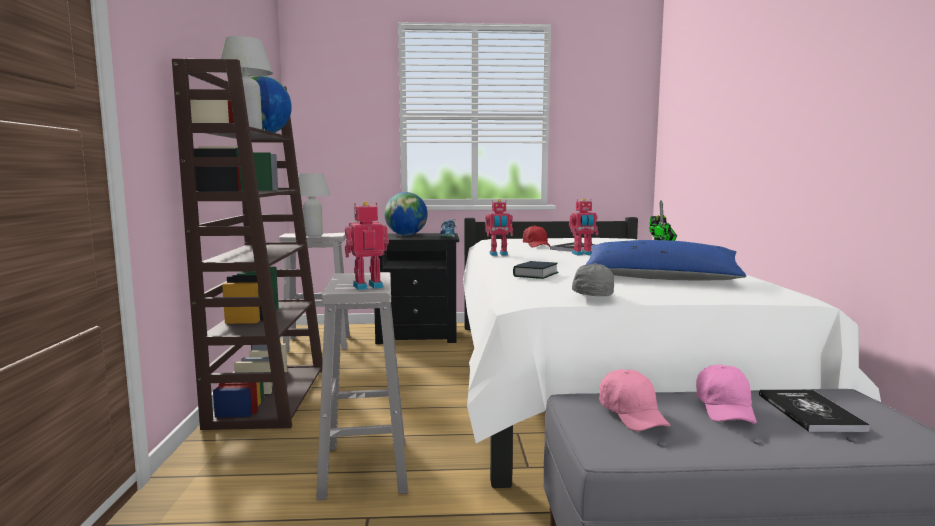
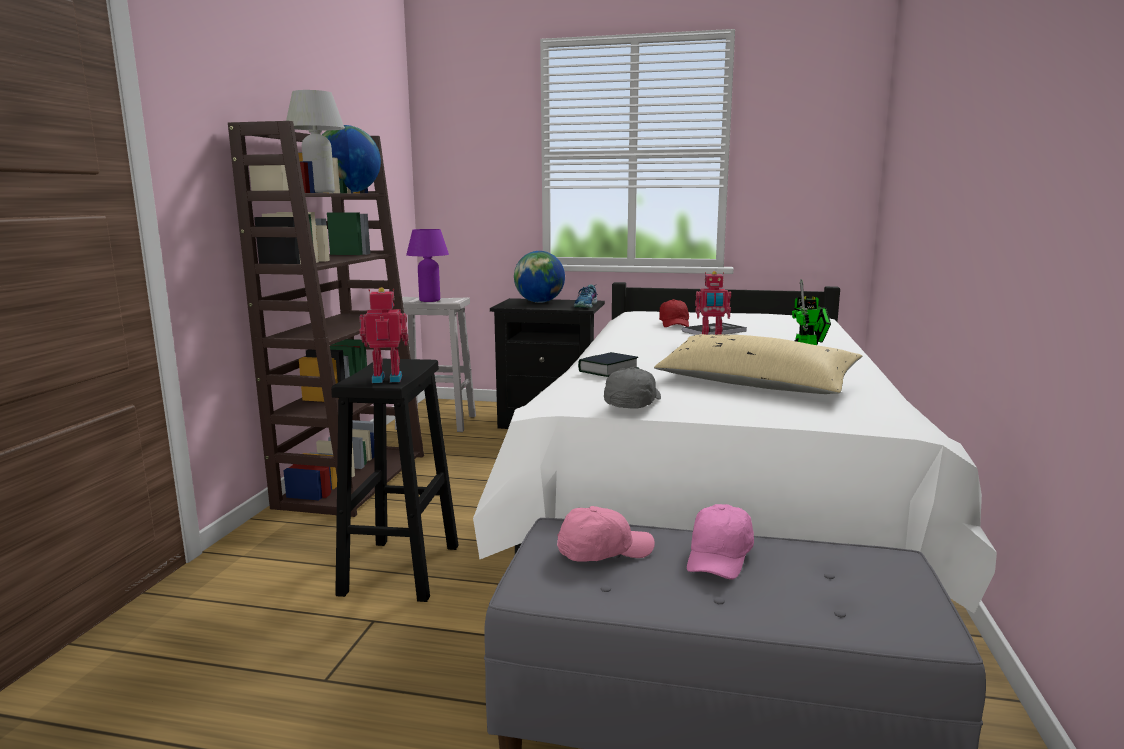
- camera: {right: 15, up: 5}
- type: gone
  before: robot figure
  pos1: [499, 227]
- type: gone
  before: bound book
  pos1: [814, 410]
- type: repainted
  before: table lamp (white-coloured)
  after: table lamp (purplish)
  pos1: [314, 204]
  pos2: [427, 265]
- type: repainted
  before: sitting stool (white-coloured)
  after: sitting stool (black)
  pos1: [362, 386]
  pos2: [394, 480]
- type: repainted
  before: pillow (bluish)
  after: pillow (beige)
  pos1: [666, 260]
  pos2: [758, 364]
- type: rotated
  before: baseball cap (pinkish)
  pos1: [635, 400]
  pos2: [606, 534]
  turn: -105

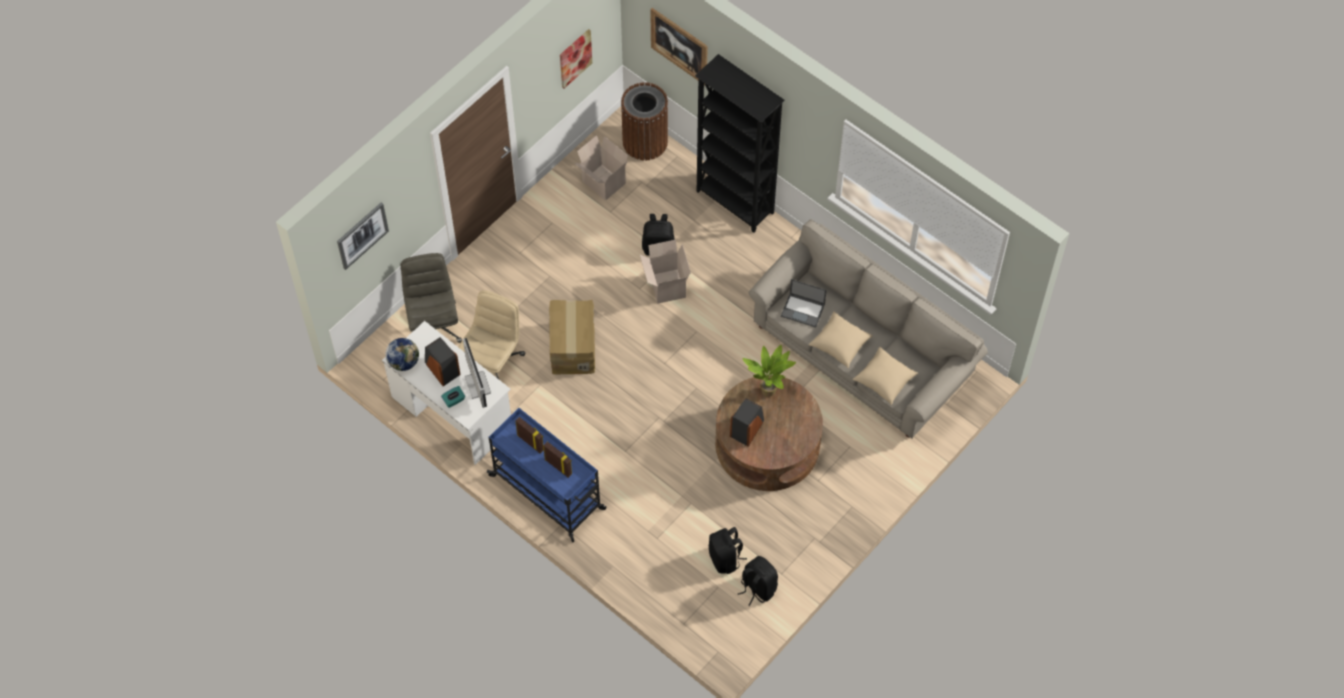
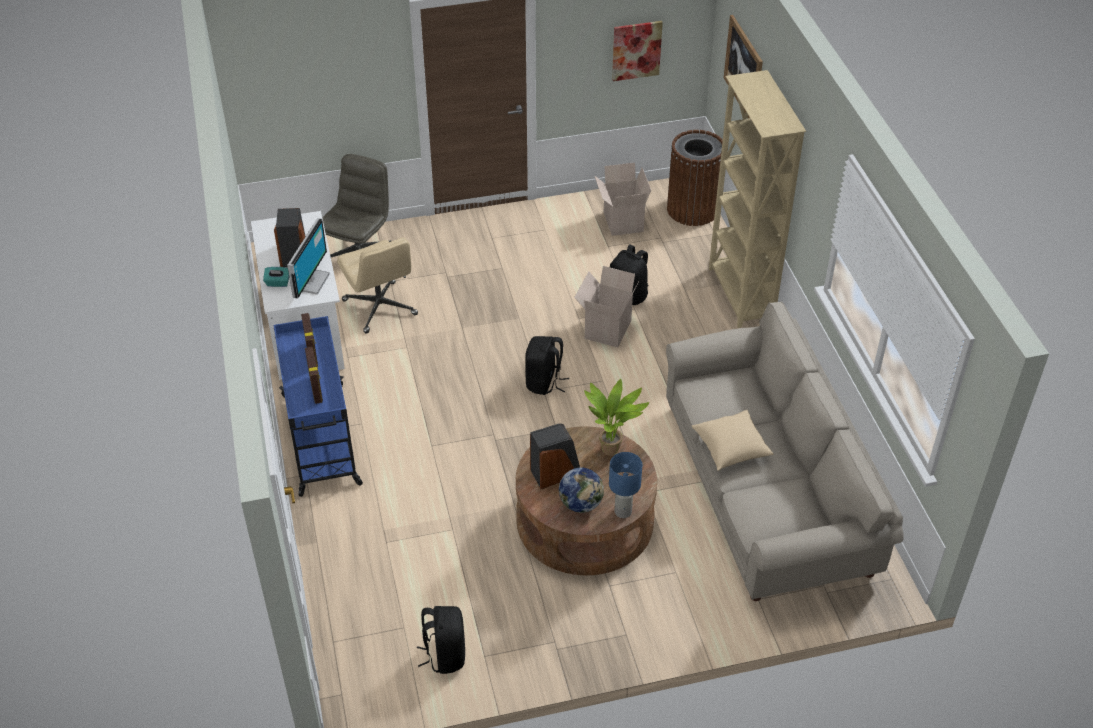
- camera: {right: 35, up: -15}
- type: gone
  before: wall art
  pos1: [363, 236]
- type: gone
  before: carton
  pos1: [572, 337]
- type: gone
  before: notebook computer
  pos1: [804, 303]
- type: gone
  before: pillow (beige)
  pos1: [885, 376]
- type: new
  after: table lamp (bluish)
  pos2: [625, 485]
- type: shifted
  before: world globe
  pos1: [402, 354]
  pos2: [581, 490]
- type: shifted
  before: knapsack (black)
  pos1: [728, 550]
  pos2: [547, 365]
- type: repainted
  before: shelving unit (black)
  after: shelving unit (beige)
  pos1: [740, 143]
  pos2: [757, 199]
- type: rotated
  before: computer chair (beige)
  pos1: [491, 334]
  pos2: [377, 285]
  turn: 90

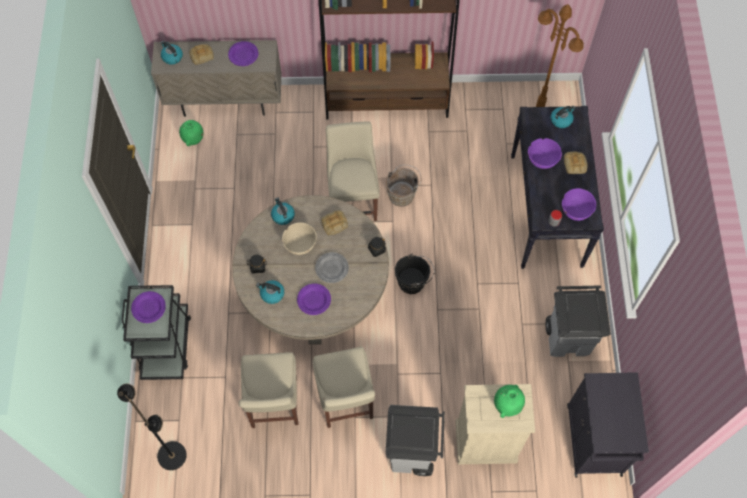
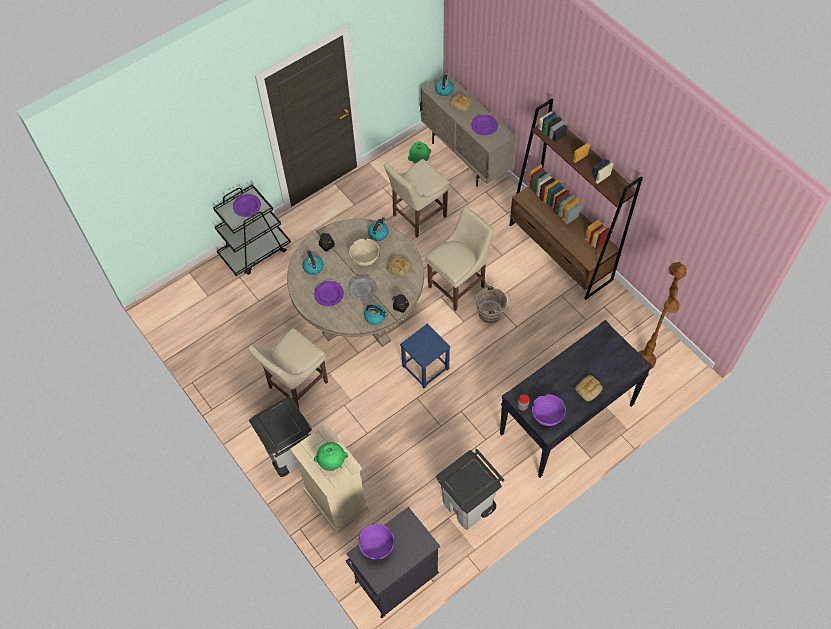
- camera: {right: 55, up: -5}
- type: gone
  before: standing lamp (black)
  pos1: [152, 426]
- type: shifted
  before: plain chair (beige)
  pos1: [269, 390]
  pos2: [417, 198]
- type: shifted
  before: bowl (purplish)
  pos1: [545, 153]
  pos2: [376, 541]
- type: shifted
  before: tea kettle
  pos1: [563, 117]
  pos2: [376, 315]
- type: swapped
  before: water bucket (black)
  after: sitting stool (bluish)
  pos1: [415, 274]
  pos2: [425, 356]

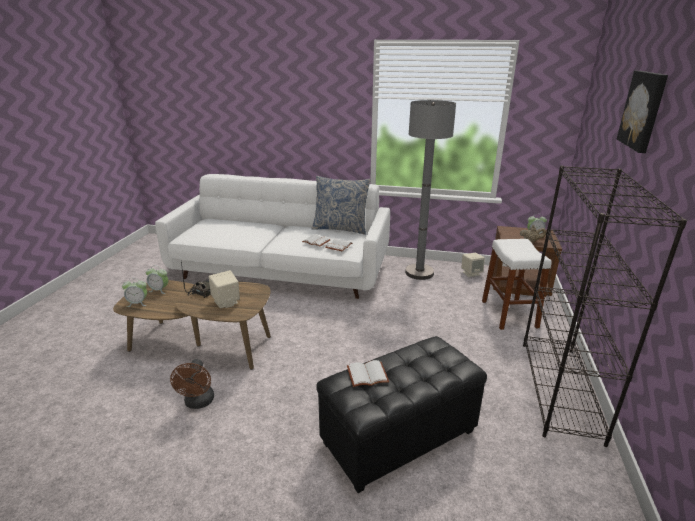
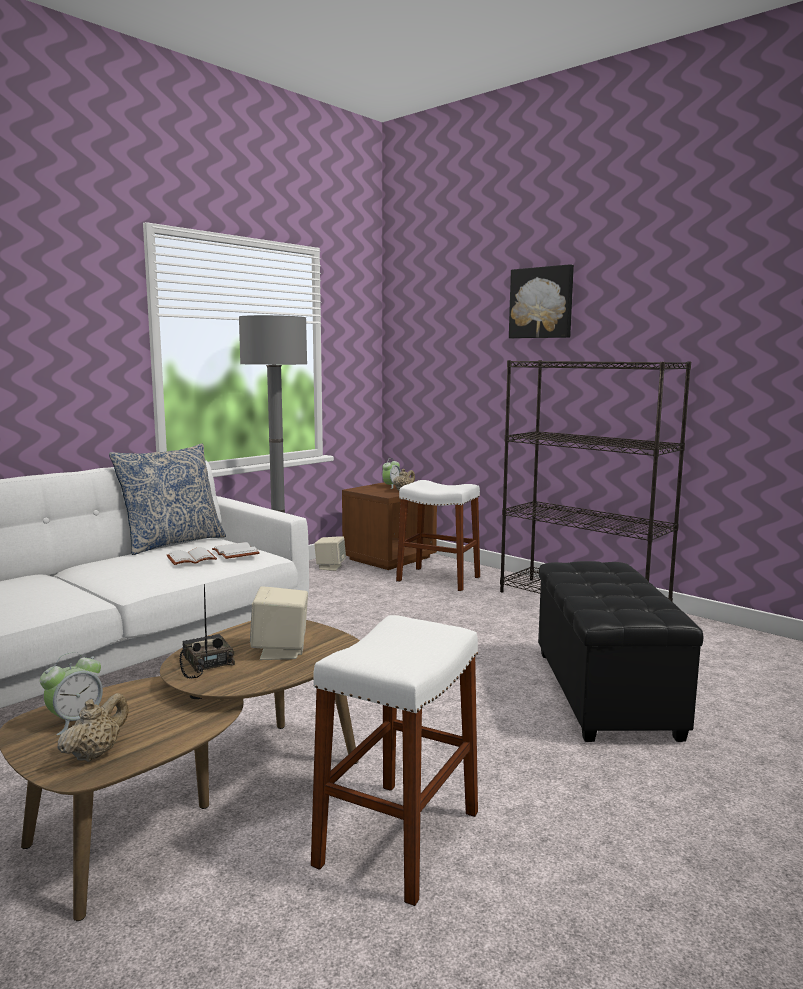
- camera: {right: -60, up: -15}
- type: gone
  before: bound book (white-coloured)
  pos1: [368, 373]
- type: swapped
  before: alarm clock
  after: pot for tea (beige)
  pos1: [134, 292]
  pos2: [93, 727]
- type: swapped
  before: fan (brown)
  after: sitting stool (white-coloured)
  pos1: [192, 384]
  pos2: [394, 760]

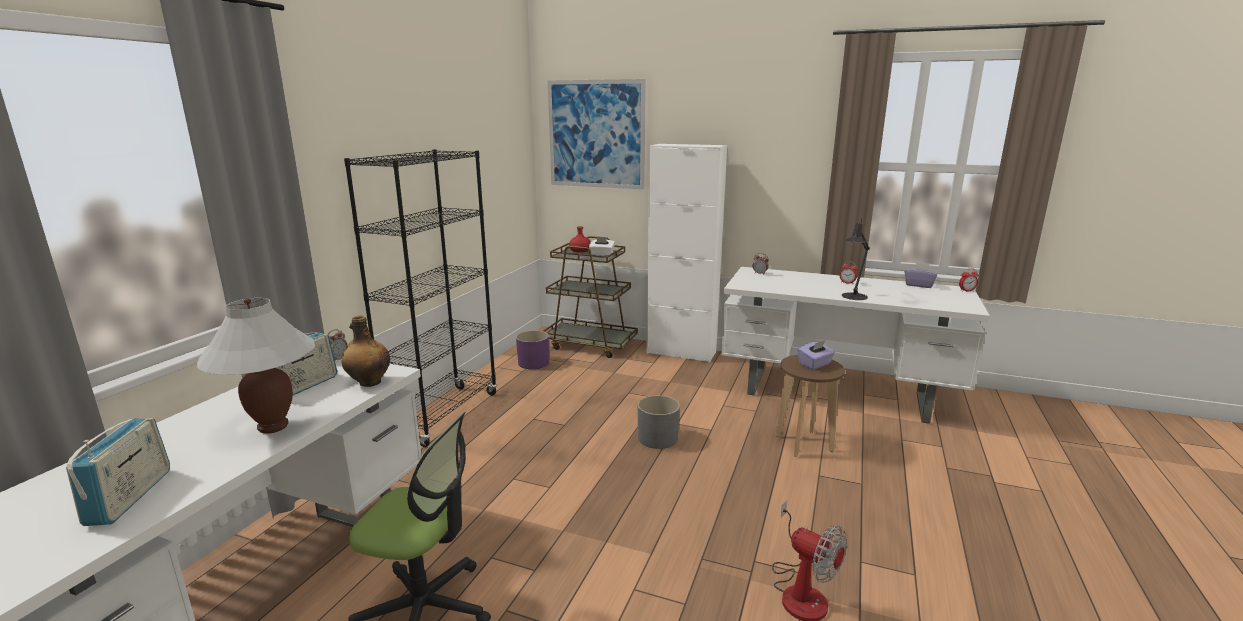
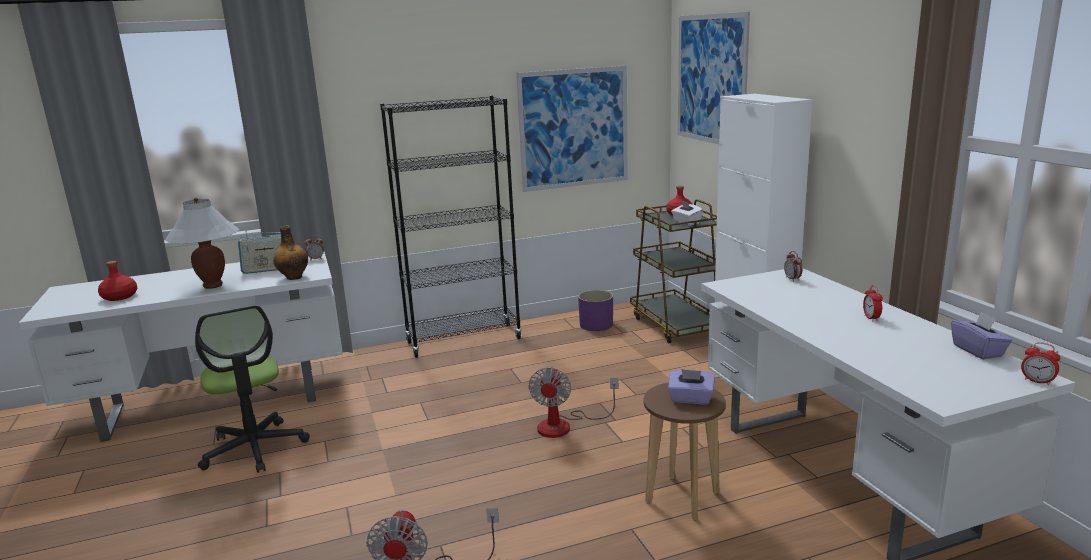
- camera: {right: 50, up: 0}
- type: gone
  before: table lamp (black)
  pos1: [856, 259]
- type: new
  after: wall art
  pos2: [572, 129]
- type: swapped
  before: radio
  after: beverage bottle (reddish)
  pos1: [118, 472]
  pos2: [117, 281]
- type: swapped
  before: plant pot (grey)
  after: fan
  pos1: [659, 422]
  pos2: [573, 402]

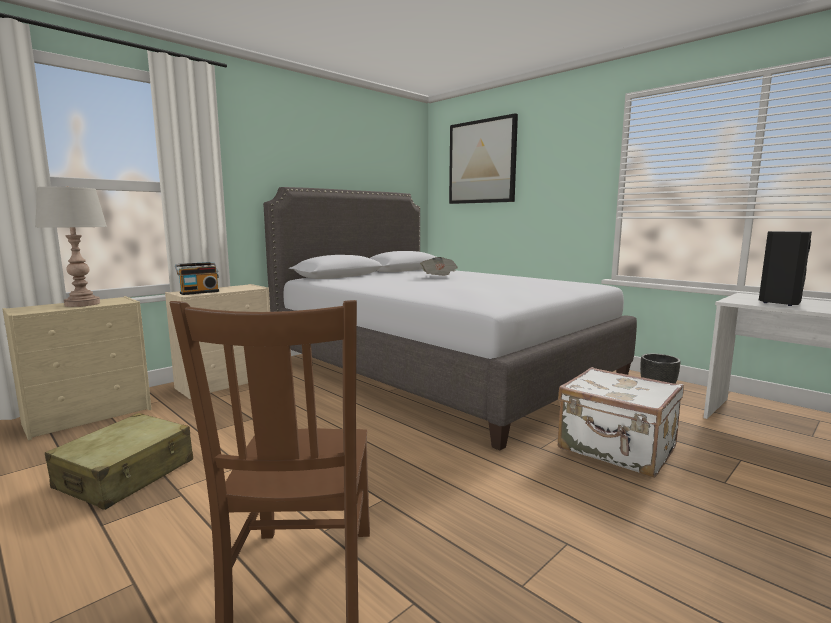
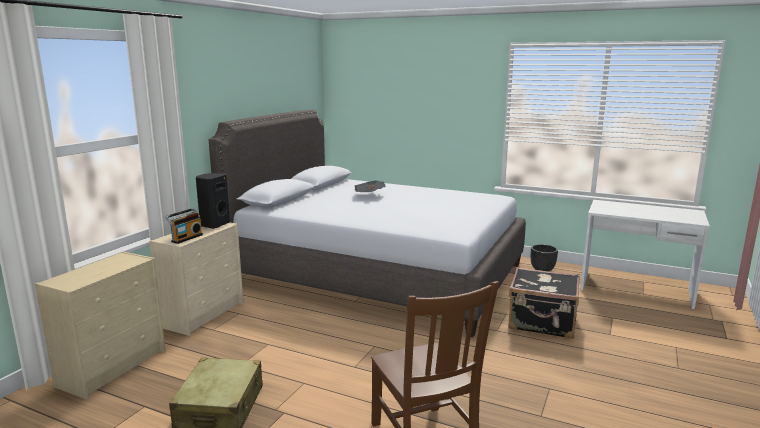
- camera: {right: -20, up: 5}
- type: gone
  before: table lamp (grey)
  pos1: [71, 246]
- type: gone
  before: wall art
  pos1: [483, 158]
- type: shifted
  before: speaker (black)
  pos1: [785, 268]
  pos2: [213, 201]
- type: repainted
  before: piece of luggage (white-coloured)
  after: piece of luggage (black)
  pos1: [621, 422]
  pos2: [544, 302]

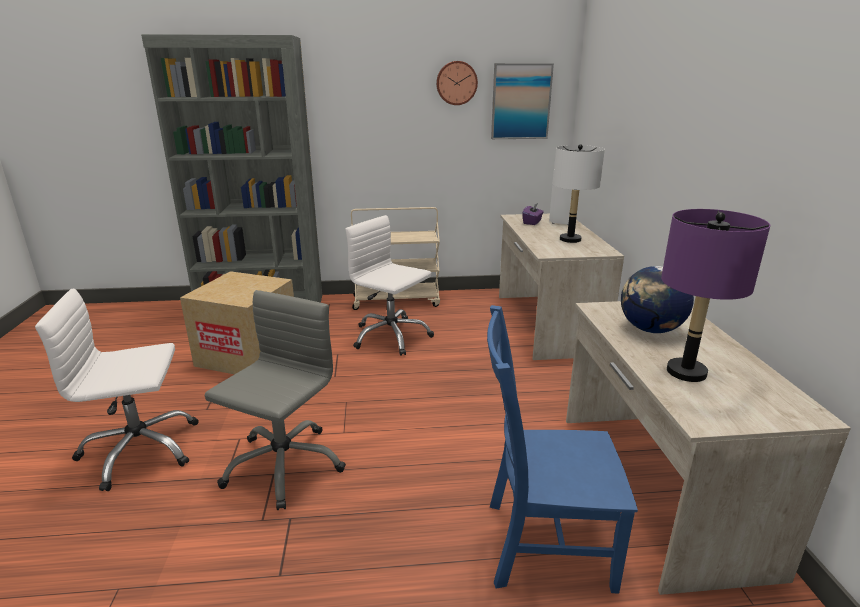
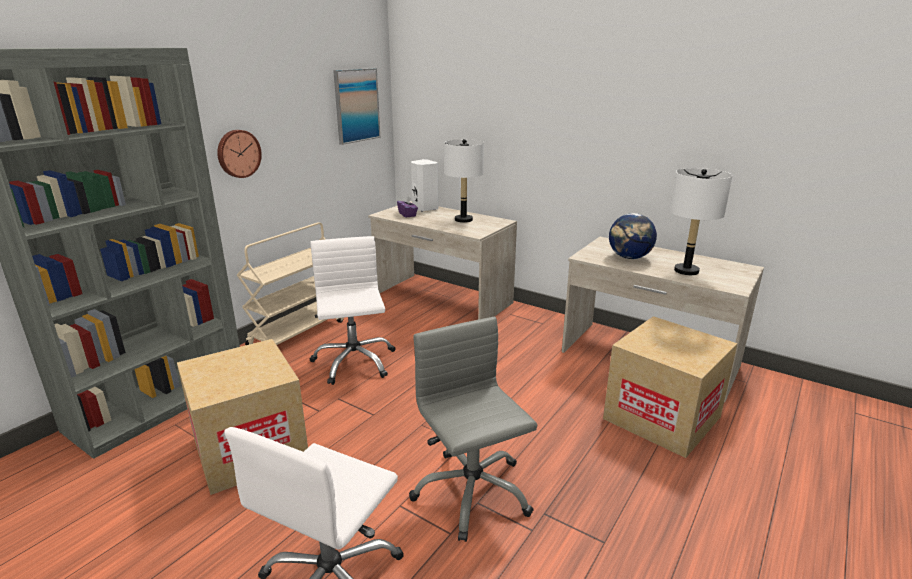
- camera: {right: -50, up: 0}
- type: shifted
  before: clock on the wall
  pos1: [457, 83]
  pos2: [239, 154]
- type: swapped
  before: plain chair (bluish)
  after: carton
  pos1: [562, 449]
  pos2: [670, 387]
- type: repainted
  before: table lamp (purplish)
  after: table lamp (white-coloured)
  pos1: [715, 295]
  pos2: [701, 221]
- type: rotated
  before: computer chair (white-coloured)
  pos1: [390, 285]
  pos2: [352, 310]
  turn: 90

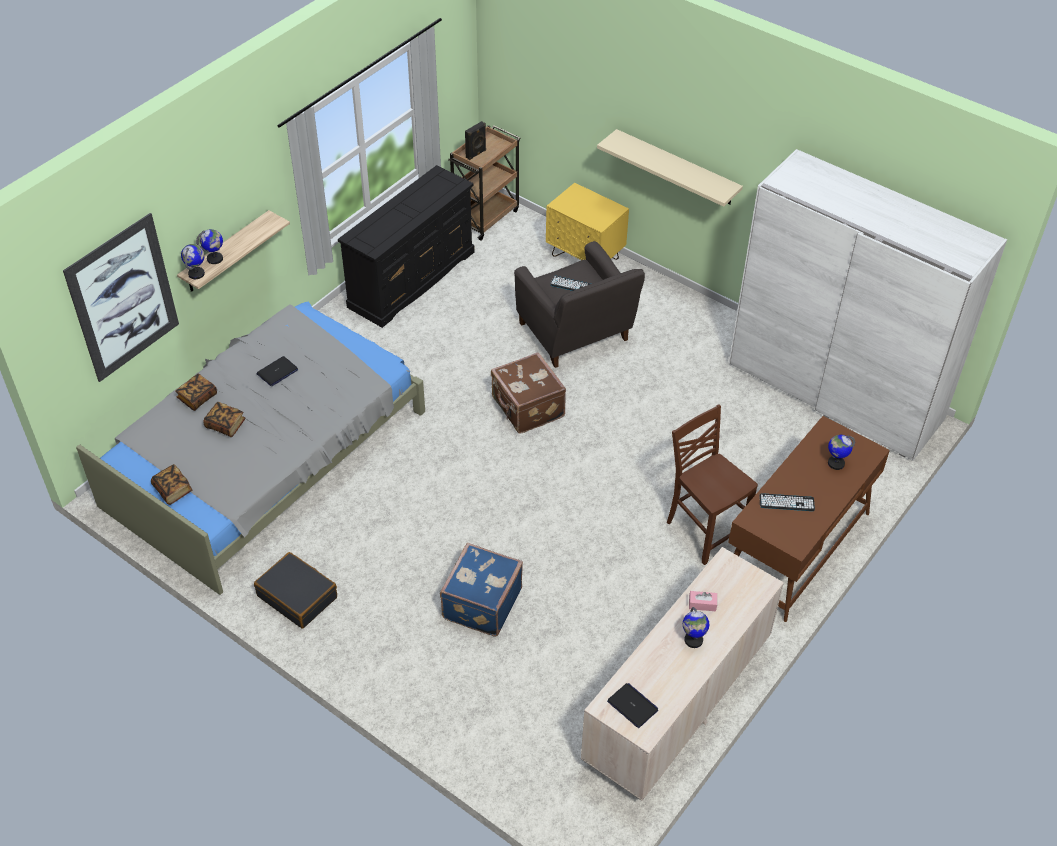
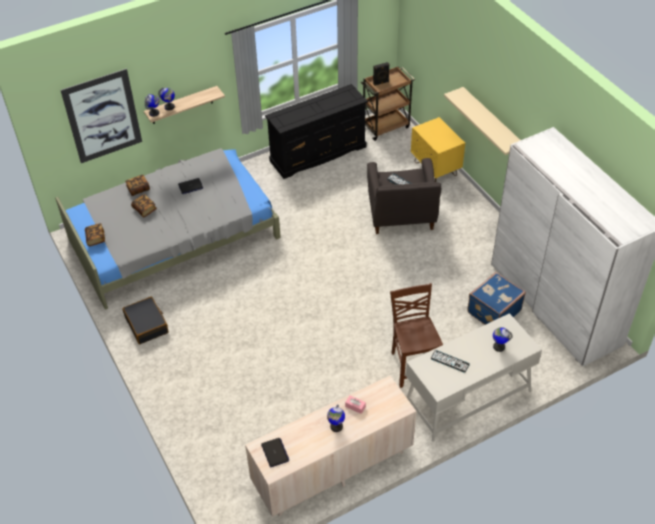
- camera: {right: 25, up: 0}
- type: gone
  before: piece of luggage (brown)
  pos1: [528, 393]
- type: shifted
  before: piece of luggage (bluish)
  pos1: [481, 589]
  pos2: [496, 298]
- type: repainted
  before: desk (brown)
  after: desk (white-coloured)
  pos1: [809, 519]
  pos2: [474, 377]

